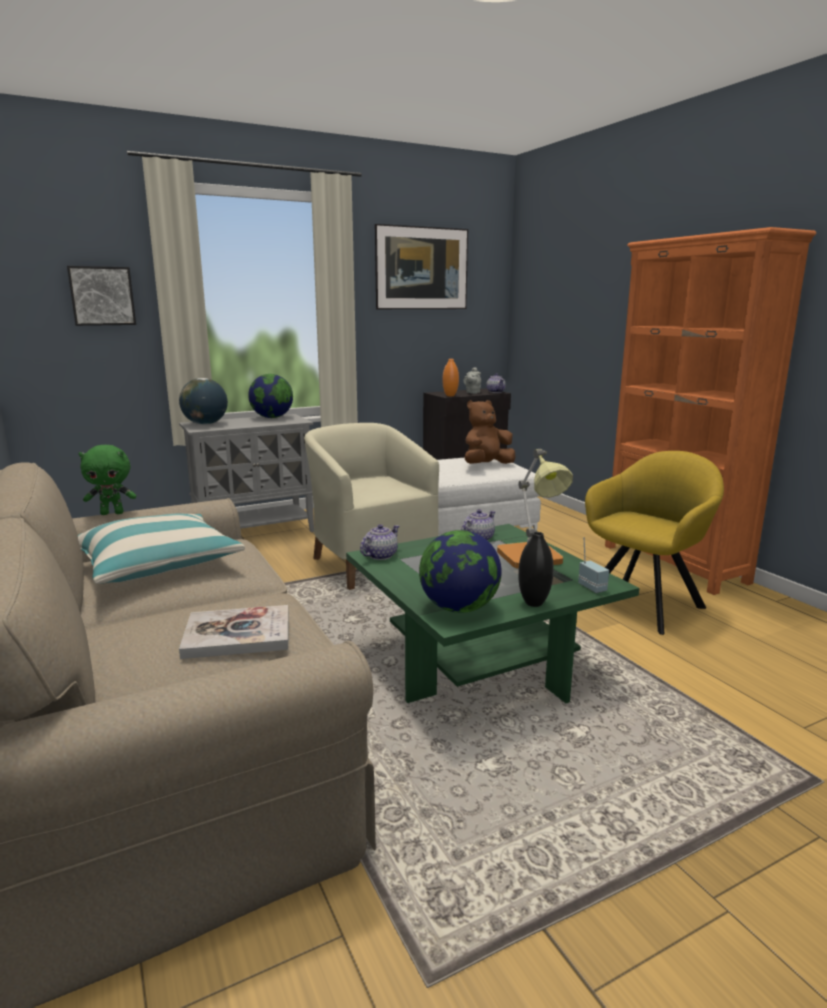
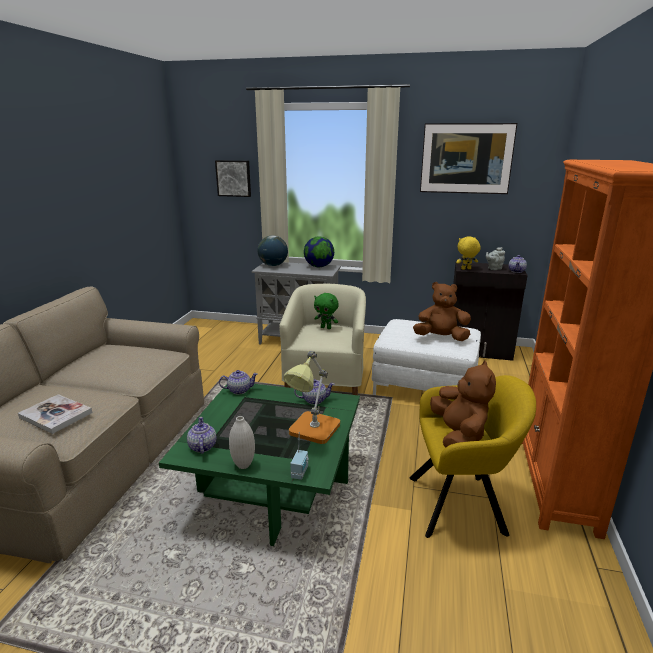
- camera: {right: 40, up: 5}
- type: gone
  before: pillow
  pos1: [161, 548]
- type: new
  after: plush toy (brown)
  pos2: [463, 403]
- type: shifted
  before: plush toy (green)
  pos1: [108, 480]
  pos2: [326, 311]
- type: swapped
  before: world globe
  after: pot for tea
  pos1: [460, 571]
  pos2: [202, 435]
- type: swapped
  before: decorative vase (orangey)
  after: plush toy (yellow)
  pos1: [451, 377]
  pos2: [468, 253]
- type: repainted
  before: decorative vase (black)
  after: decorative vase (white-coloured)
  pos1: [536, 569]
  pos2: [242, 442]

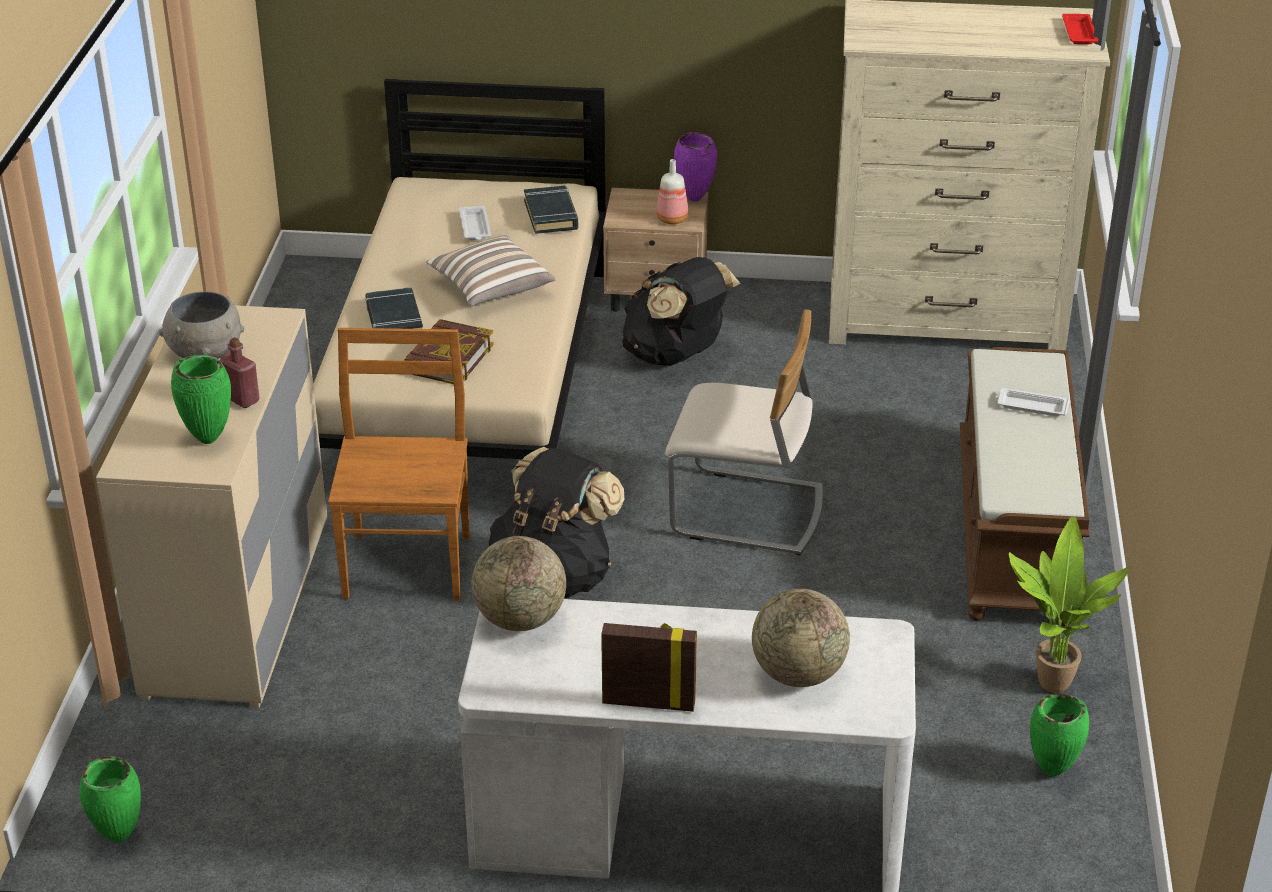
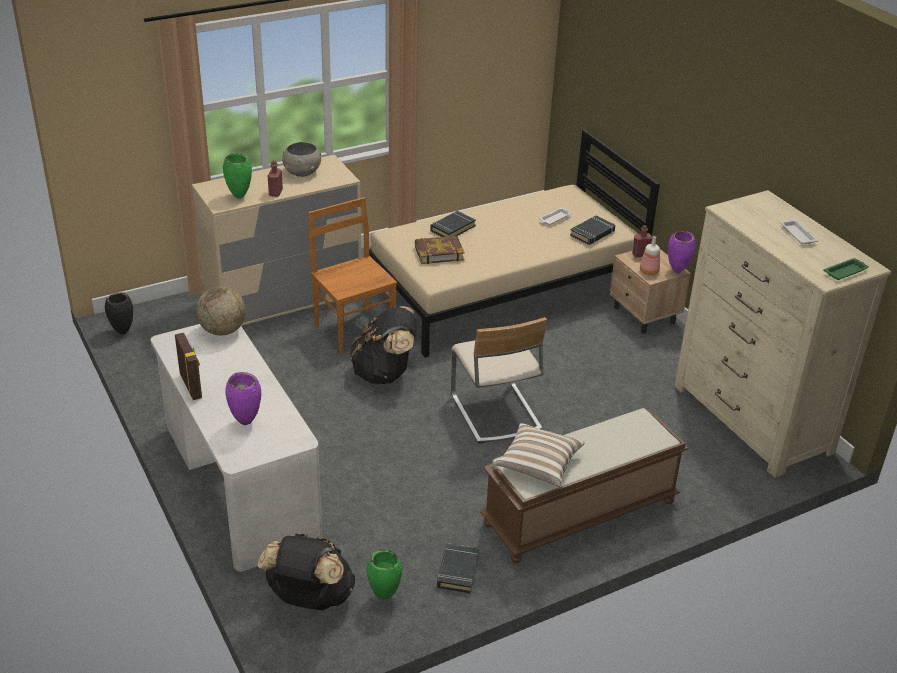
- camera: {right: 55, up: 0}
- type: new
  after: beverage bottle (reddish)
  pos2: [642, 241]
- type: shifted
  before: pillow
  pos1: [491, 270]
  pos2: [539, 455]
- type: shifted
  before: knapsack (black)
  pos1: [681, 311]
  pos2: [306, 571]
- type: shifted
  before: tray (white-coloured)
  pos1: [1033, 402]
  pos2: [799, 232]
- type: swapped
  before: world globe
  after: decorative vase (purplish)
  pos1: [801, 638]
  pos2: [243, 398]
- type: swapped
  before: potted plant
  after: bound book (black)
  pos1: [1069, 604]
  pos2: [458, 568]
- type: repainted
  before: decorative vase (green)
  after: decorative vase (black)
  pos1: [110, 799]
  pos2: [119, 313]
- type: repainted
  before: tray (reddish)
  after: tray (green)
  pos1: [1080, 29]
  pos2: [846, 269]
- type: rotated
  before: plain chair (brown)
  pos1: [399, 464]
  pos2: [352, 275]
  turn: -90

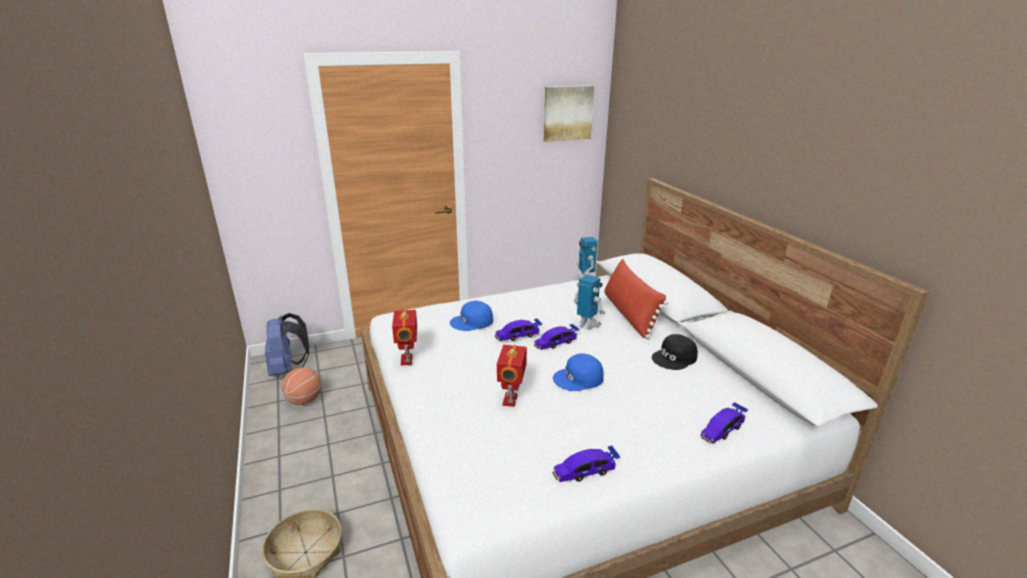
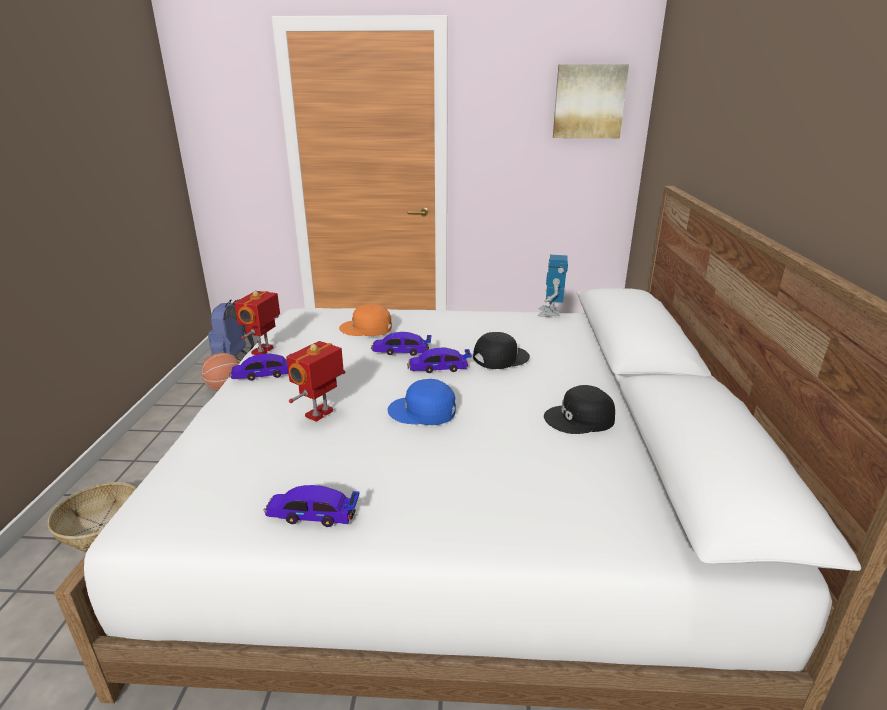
- camera: {right: 25, up: 0}
- type: gone
  before: pillow (reddish)
  pos1: [636, 299]
- type: shifted
  before: toy car
  pos1: [724, 422]
  pos2: [259, 367]
- type: swapped
  before: robot figure
  after: baseball cap (black)
  pos1: [589, 301]
  pos2: [501, 350]
- type: repainted
  before: baseball cap (bluish)
  after: baseball cap (orangey)
  pos1: [471, 316]
  pos2: [365, 320]

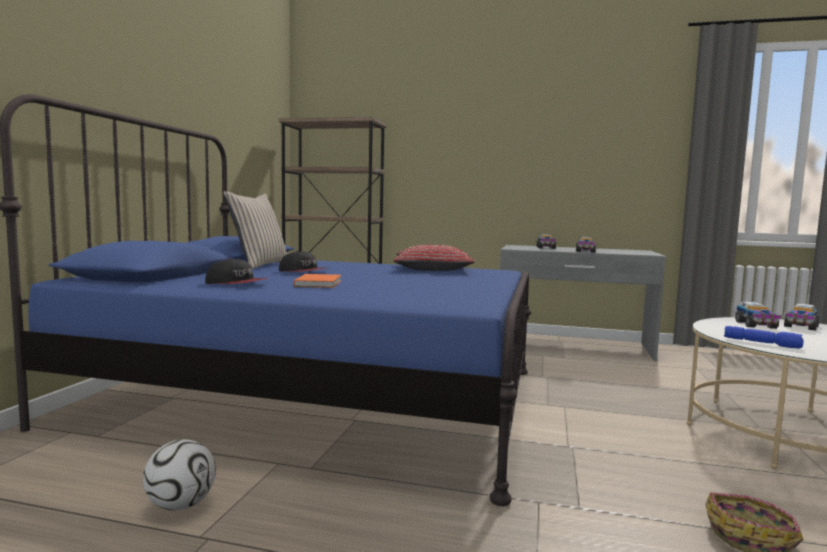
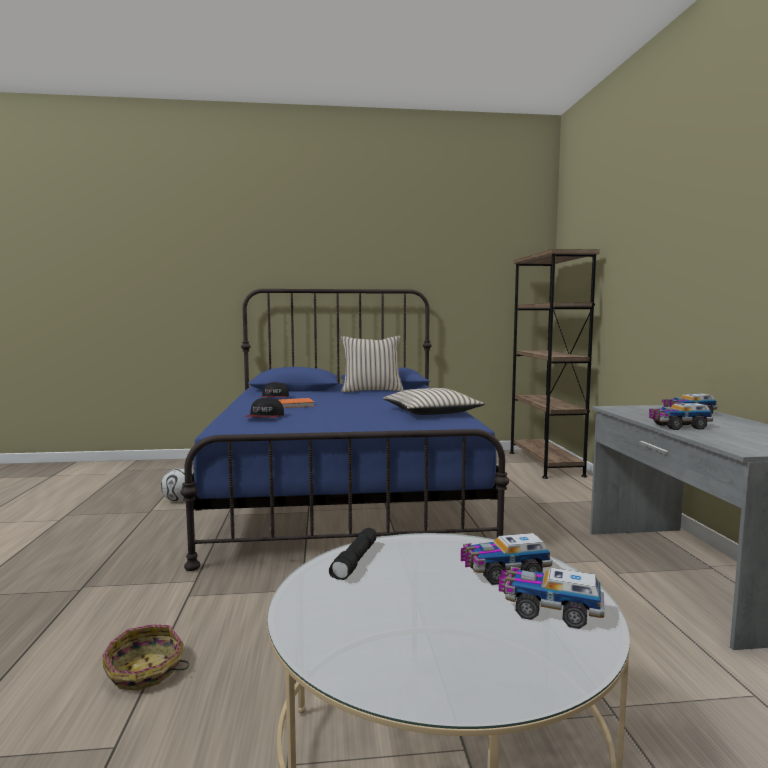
- camera: {right: 70, up: 0}
- type: shifted
  before: baseball cap
  pos1: [301, 261]
  pos2: [264, 407]
- type: repainted
  before: pillow (reddish)
  after: pillow (beige)
  pos1: [434, 258]
  pos2: [434, 401]
- type: repainted
  before: flashlight (bluish)
  after: flashlight (black)
  pos1: [764, 337]
  pos2: [352, 554]

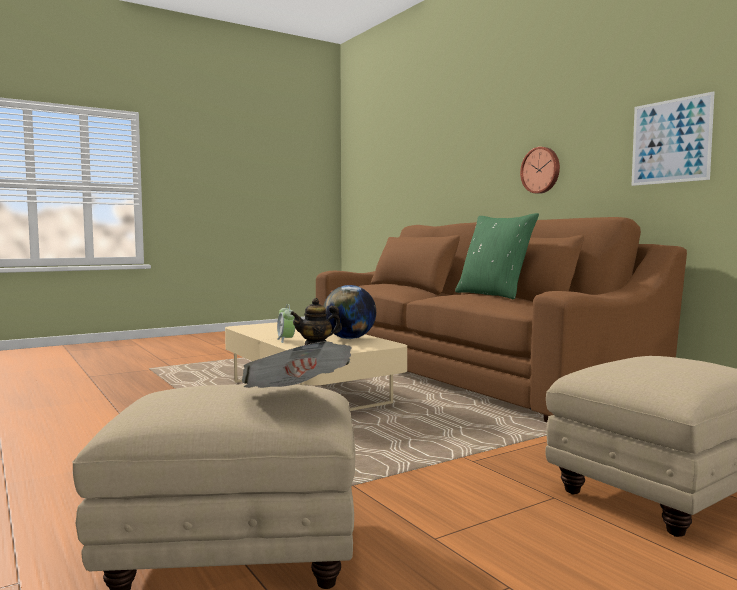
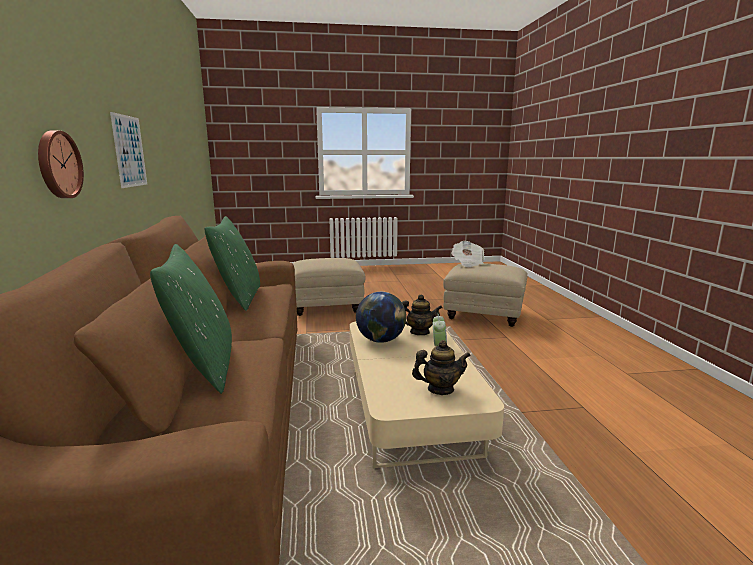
- camera: {right: -155, up: 10}
- type: new
  after: pillow (green)
  pos2: [191, 319]
- type: new
  after: pot for tea
  pos2: [441, 367]

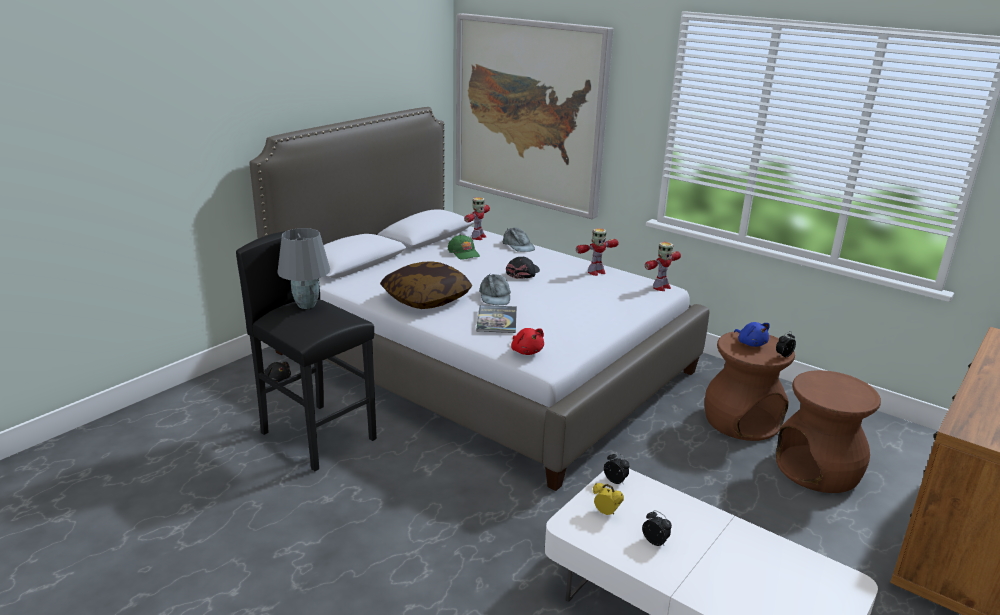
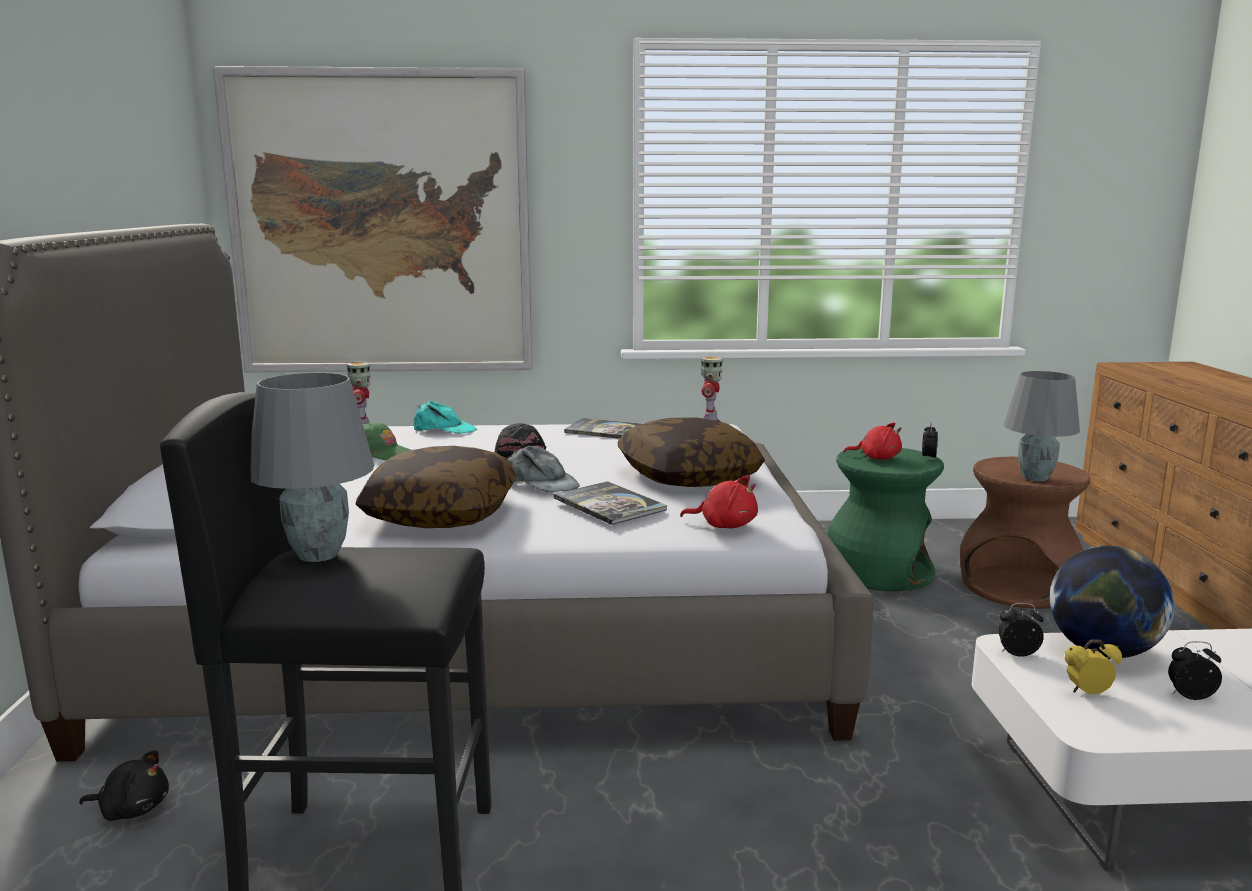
- camera: {right: -40, up: -10}
- type: new
  after: pillow
  pos2: [691, 452]
- type: new
  after: table lamp (grey)
  pos2: [1042, 426]
- type: new
  after: world globe
  pos2: [1112, 601]
- type: swapped
  before: robot figure
  after: bound book
  pos1: [597, 252]
  pos2: [602, 428]
- type: repainted
  before: baseball cap (grey)
  after: baseball cap (turquoise)
  pos1: [519, 240]
  pos2: [445, 417]
- type: repainted
  before: sitting stool (brown)
  after: sitting stool (green)
  pos1: [750, 386]
  pos2: [885, 519]
- type: repainted
  before: plush toy (bluish)
  after: plush toy (reddish)
  pos1: [752, 334]
  pos2: [873, 441]

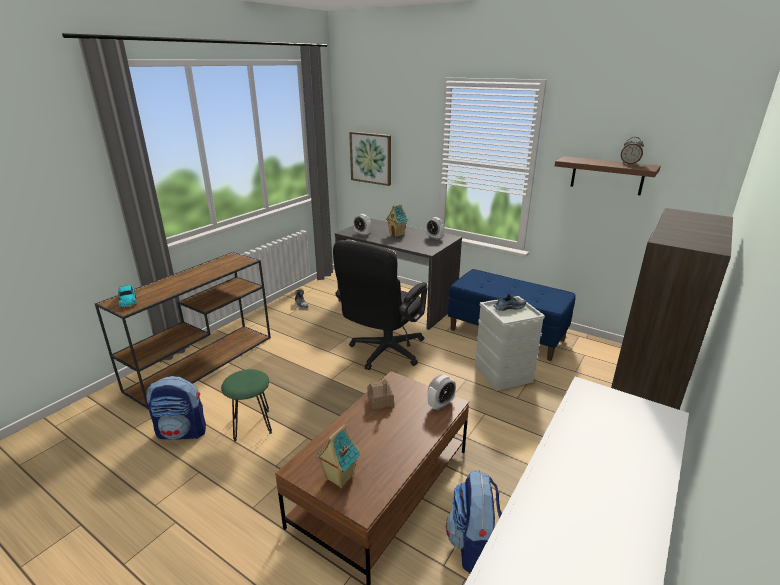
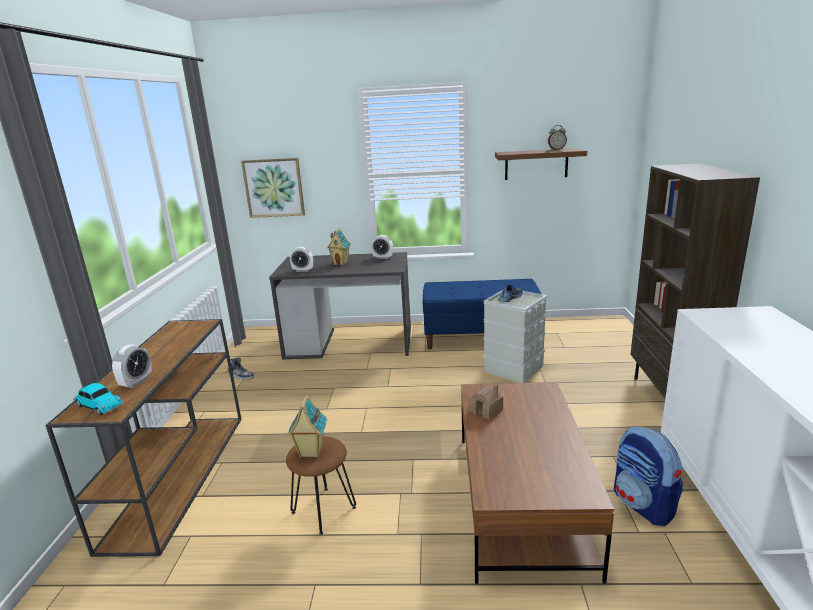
- camera: {right: -30, up: -5}
- type: gone
  before: knapsack
  pos1: [176, 408]
- type: gone
  before: computer chair (black)
  pos1: [380, 305]
- type: shifted
  before: model house
  pos1: [338, 456]
  pos2: [307, 426]
- type: shifted
  before: alarm clock
  pos1: [441, 392]
  pos2: [132, 366]
- type: repainted
  before: sitting stool (green)
  after: sitting stool (brown)
  pos1: [246, 405]
  pos2: [321, 485]

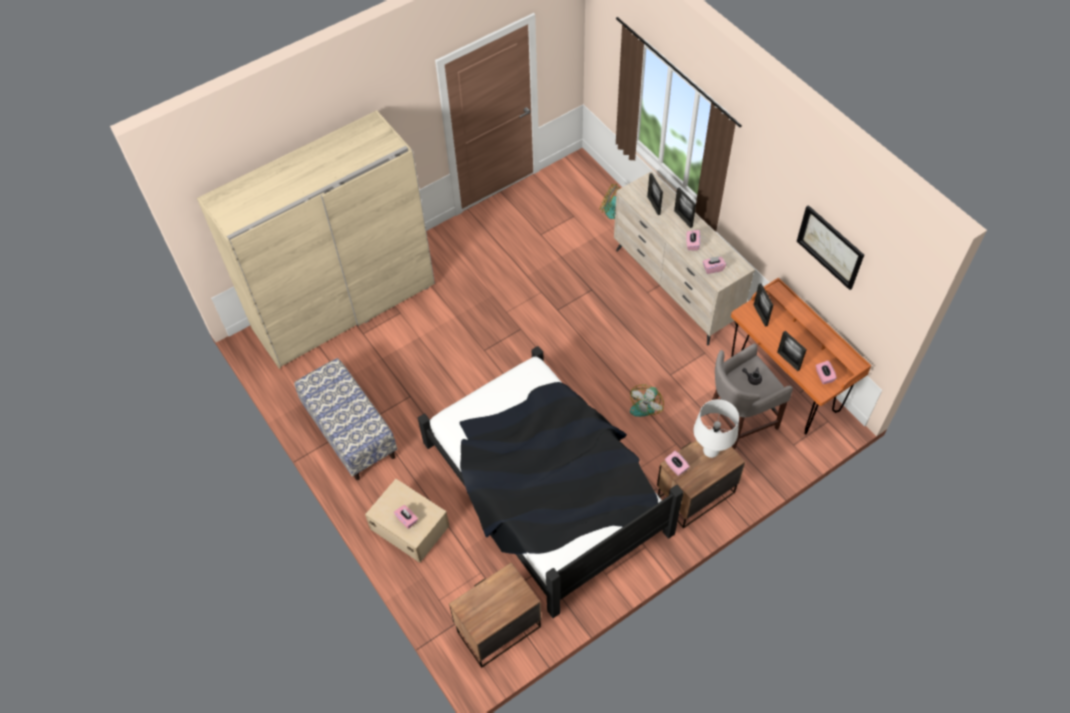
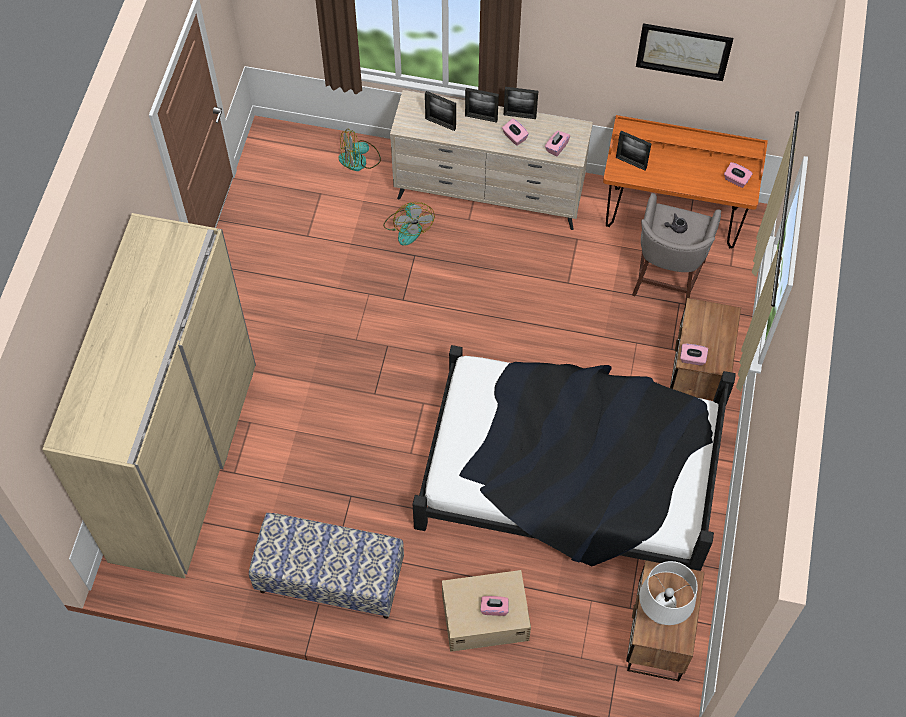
- camera: {right: -45, up: 5}
- type: shifted
  before: fan
  pos1: [647, 400]
  pos2: [409, 224]
- type: shifted
  before: table lamp (white-coloured)
  pos1: [716, 428]
  pos2: [668, 593]
- type: shifted
  before: standing frame
  pos1: [792, 351]
  pos2: [521, 103]

